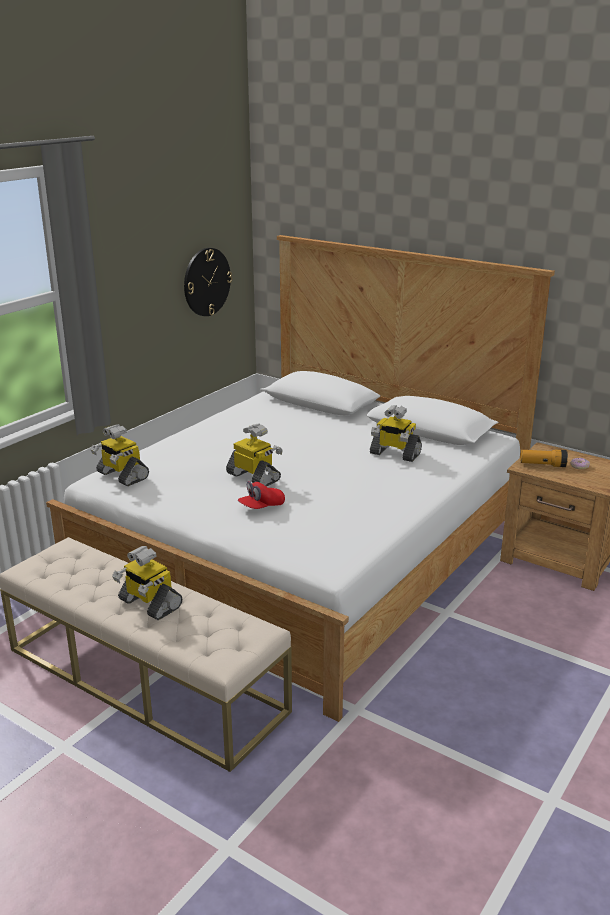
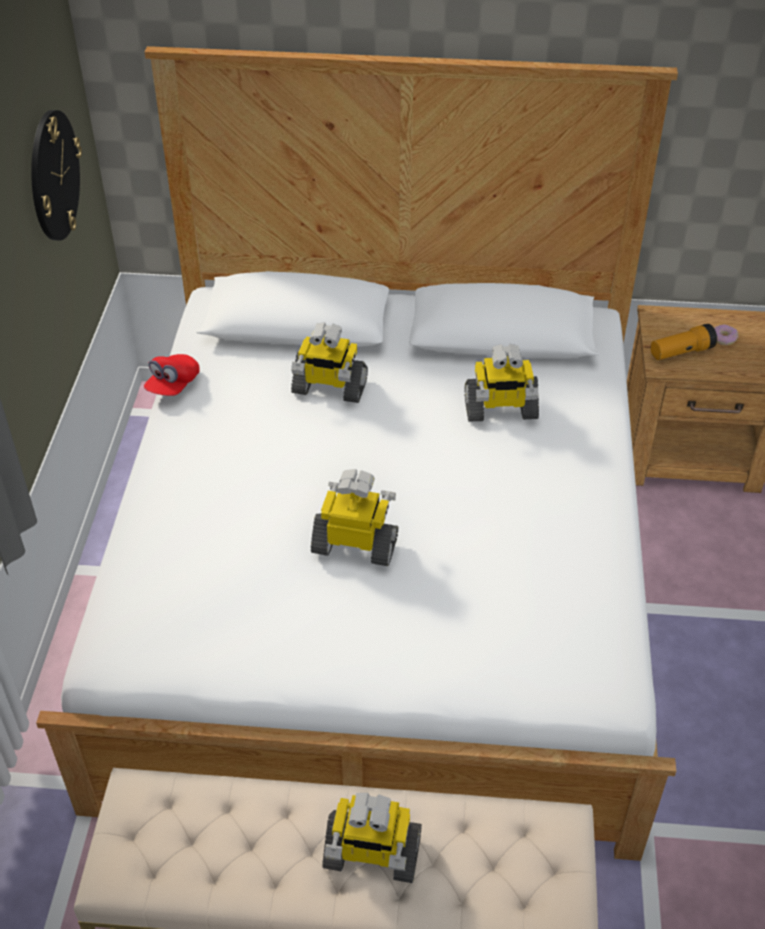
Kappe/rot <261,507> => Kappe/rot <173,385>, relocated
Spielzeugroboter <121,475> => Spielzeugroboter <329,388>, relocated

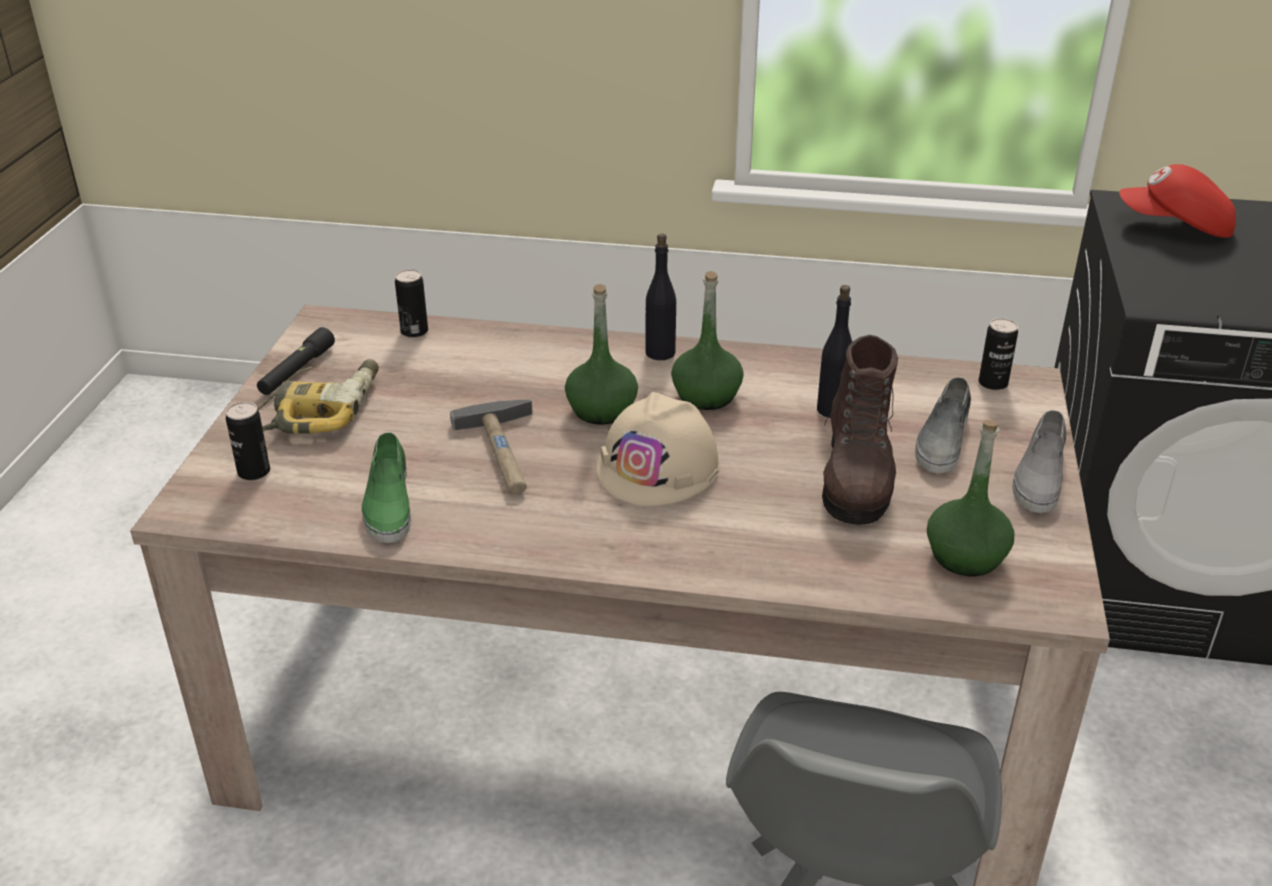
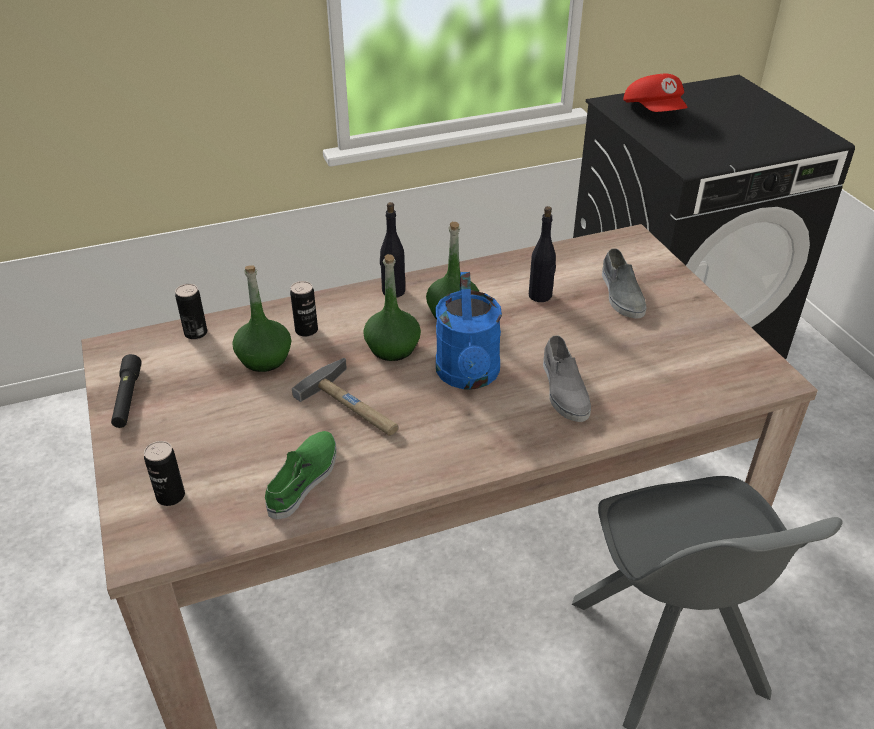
Flasche/grün <965,556> => Flasche/grün <264,358>, relocated
Schuh/grün <388,503> => Schuh/grün <304,479>, 120 degrees counterclockwise
Dose <993,383> => Dose <306,330>, relocated
Schutzhelm/beige <658,467> => Gießkanne/blau <469,376>
Schuh/grau <1039,476> => Schuh/grau <564,389>, relocated
Kappe/rot <1175,227> => Kappe/rot <654,112>, 90 degrees counterclockwise
Bohrmaschine <320,408> => nothing
Stiefel/braun <856,479> => nothing

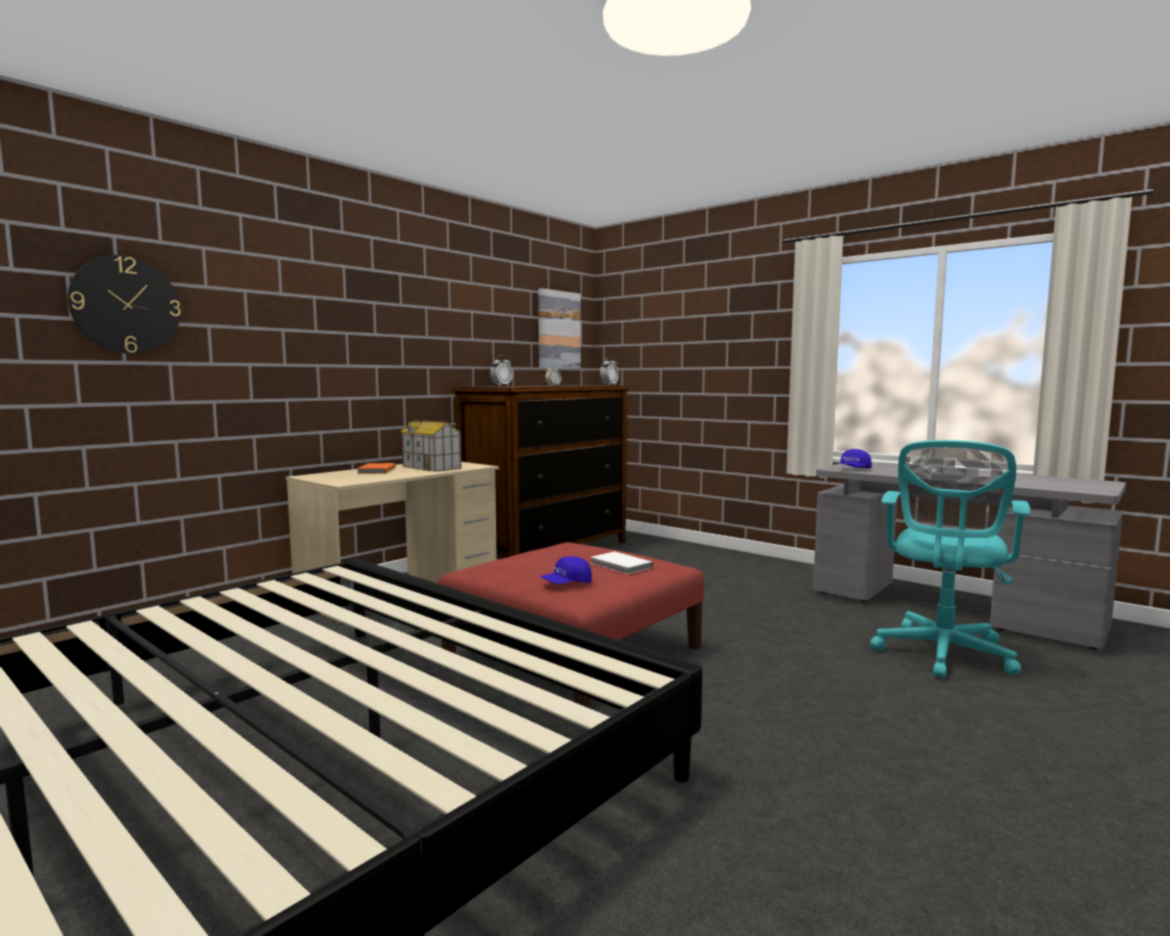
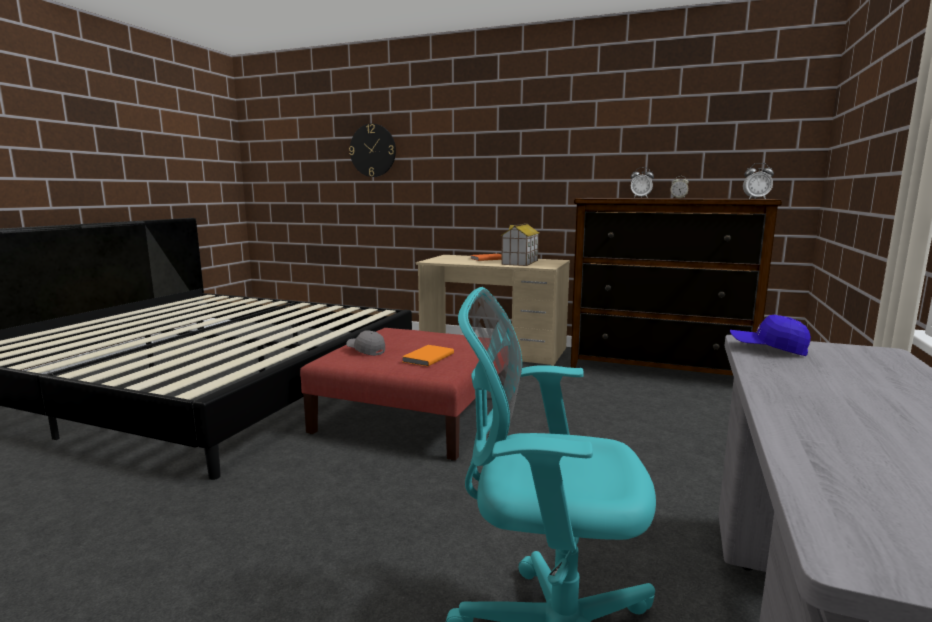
Kappe/blau <566,584> => Kappe/grau <366,351>
Buch/weiß <620,565> => Buch/orange <427,357>
Bild <558,330> => nothing

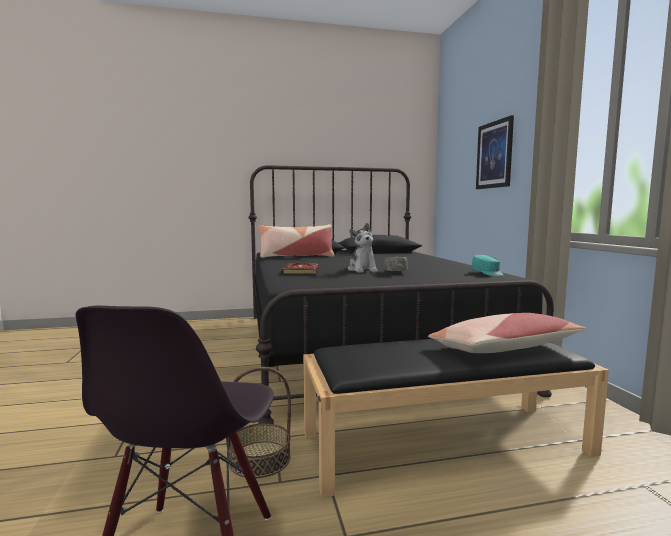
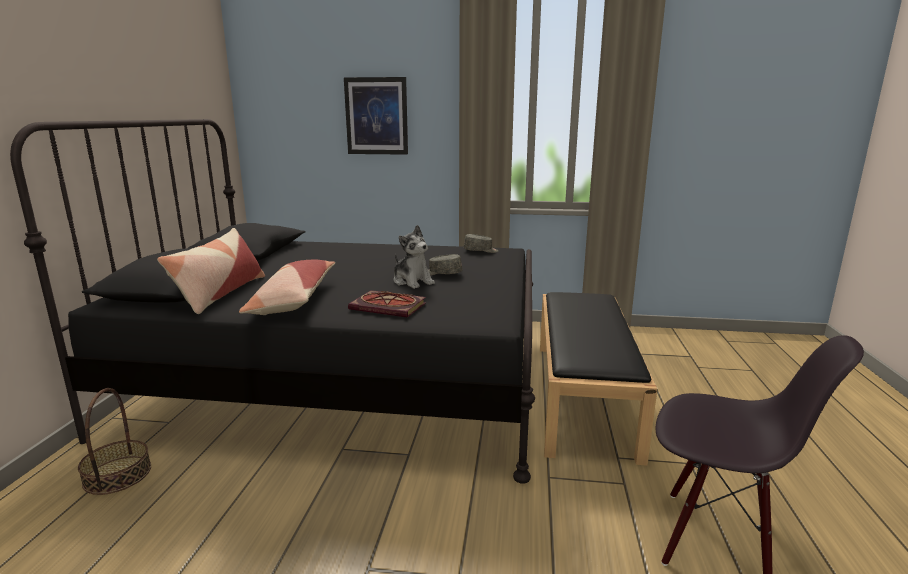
Korb <259,459> => Korb <117,475>, relocated
Kissen <504,349> => Kissen <293,300>, relocated
Plüschtier <362,270> => Plüschtier <412,281>, 45 degrees clockwise
Kappe/türkis <487,273> => Kappe/grau <481,251>

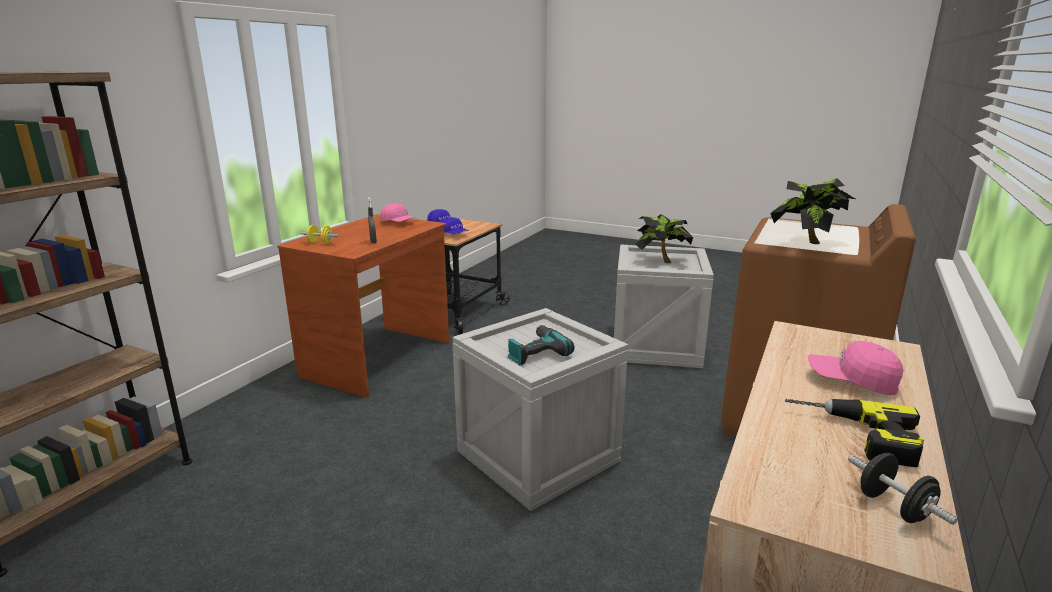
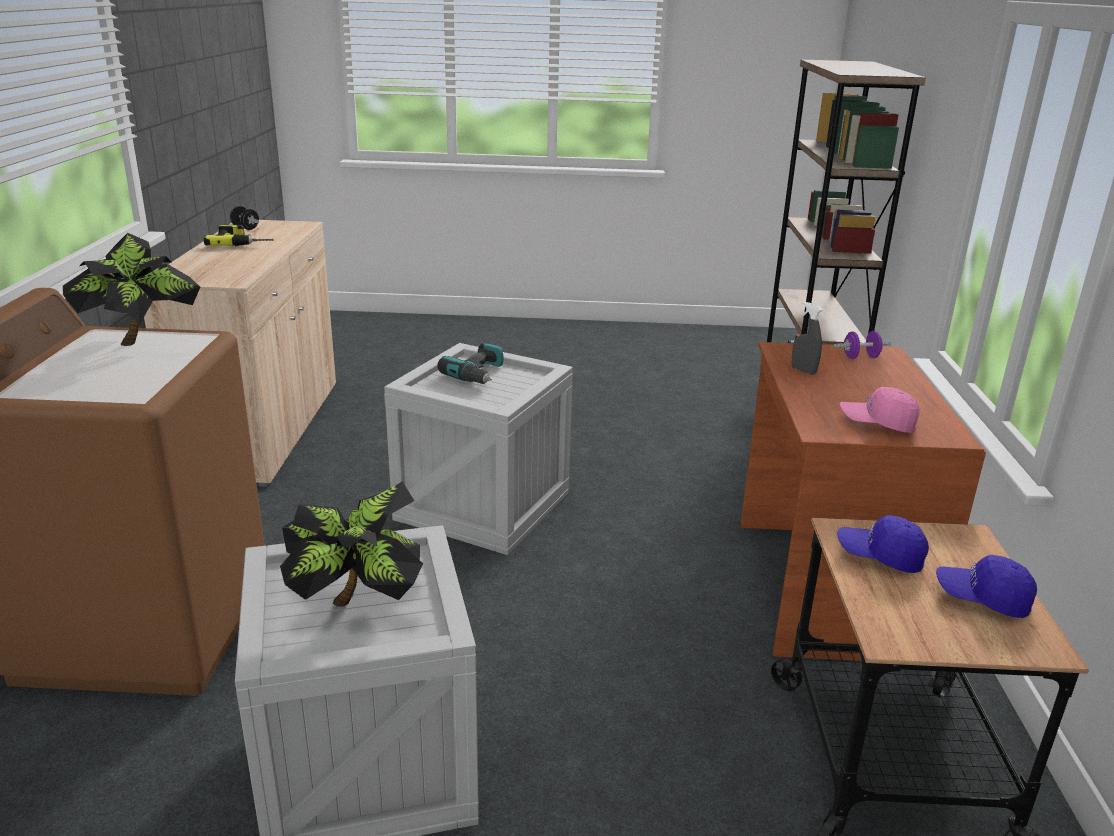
Hantel/gelb <320,243> => Hantel/lila <860,357>
Kappe/rosa <851,381> => nothing

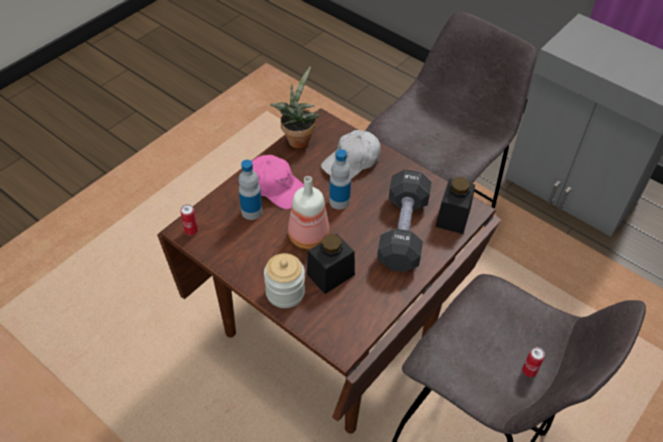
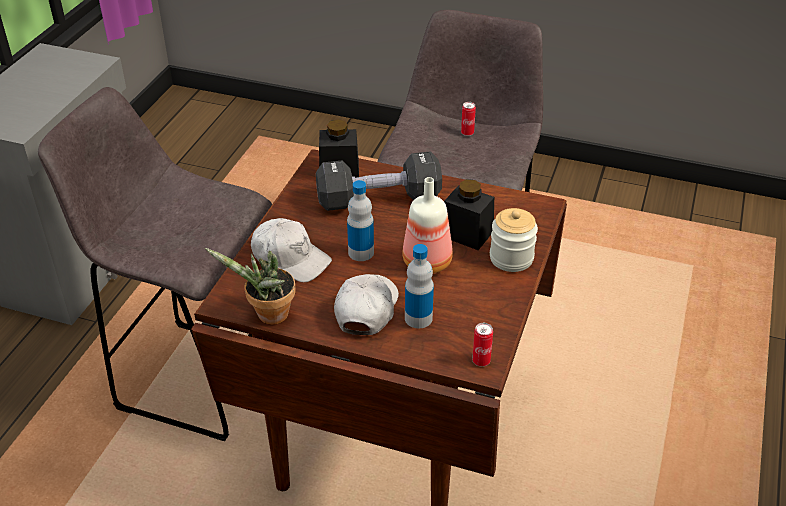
Kappe/rosa <276,187> => Kappe/weiß <366,309>

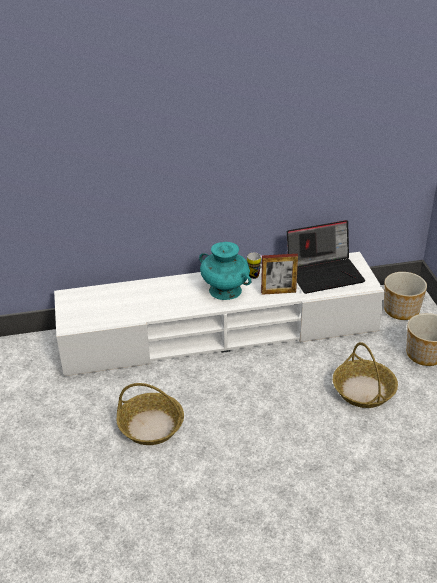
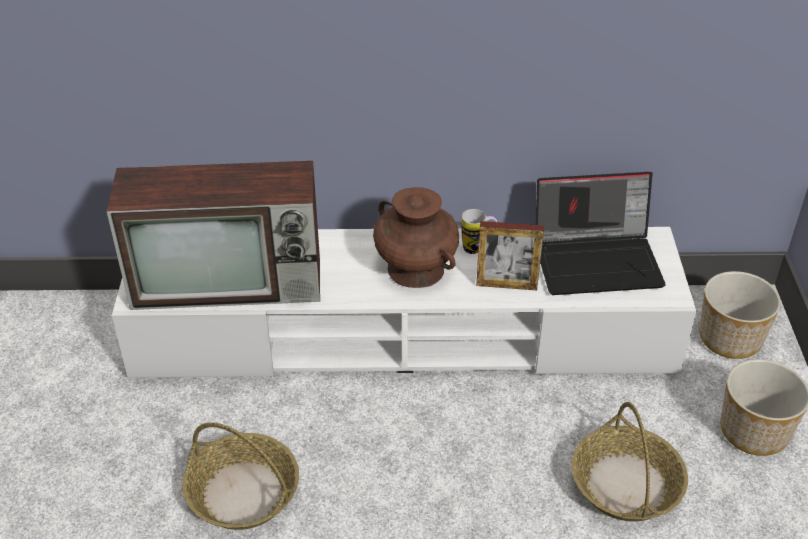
nothing => Fernseher <231,282>
Vase/türkis <225,290> => Vase/braun <415,269>

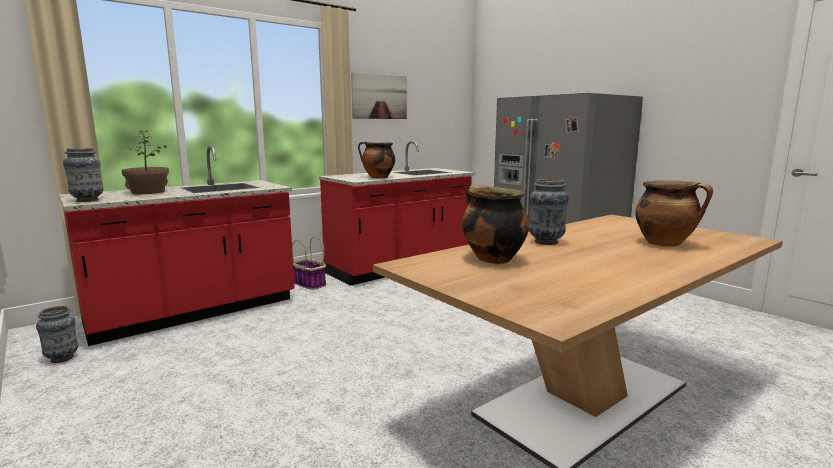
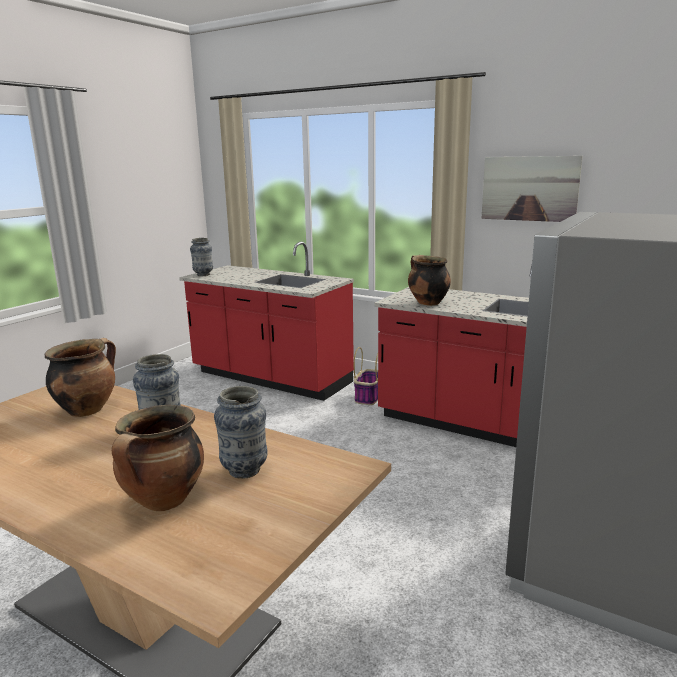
Vase <62,358> => Vase <244,470>, relocated
Topfpflanze <148,192> => nothing

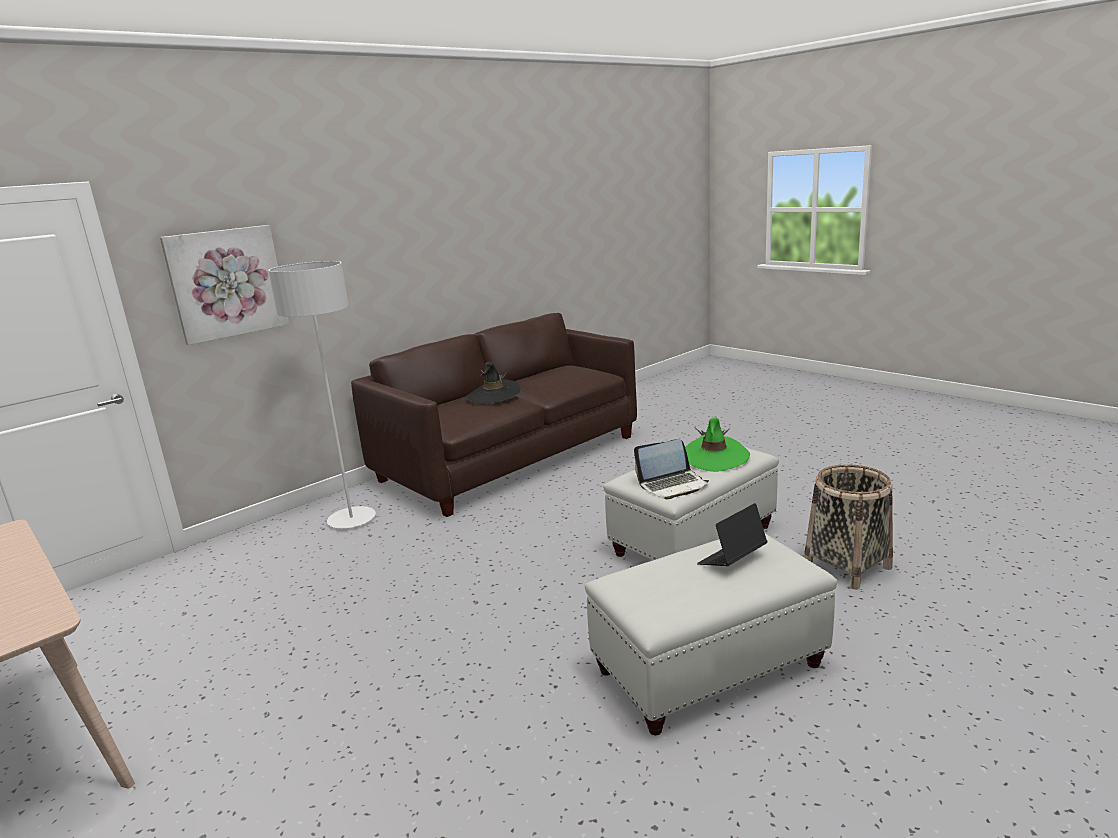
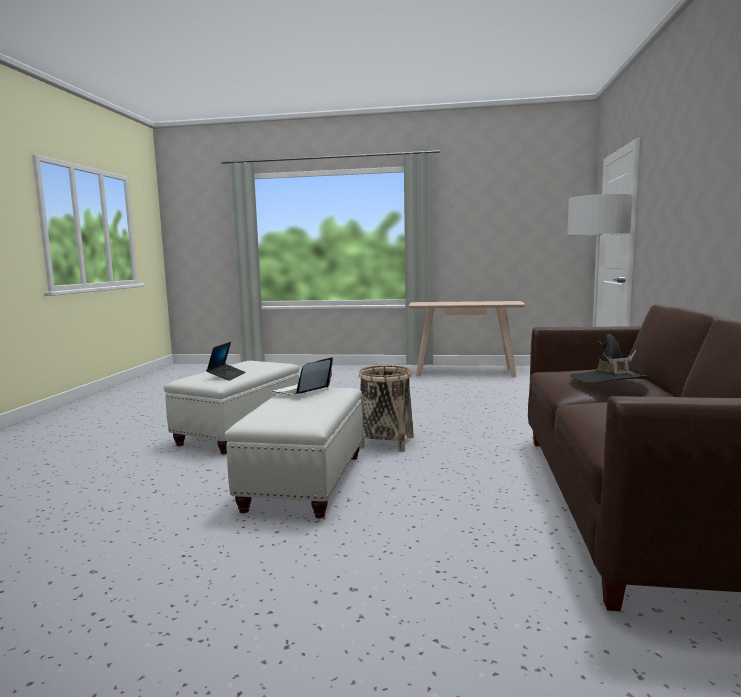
Korb <847,566> => Korb <386,442>, relocated
Bild <227,283> => nothing
Hut/grün <714,458> => nothing

